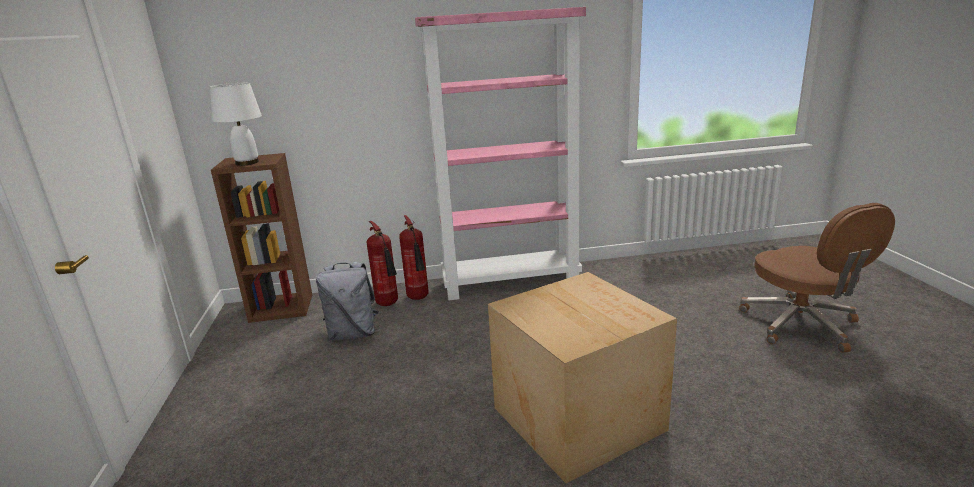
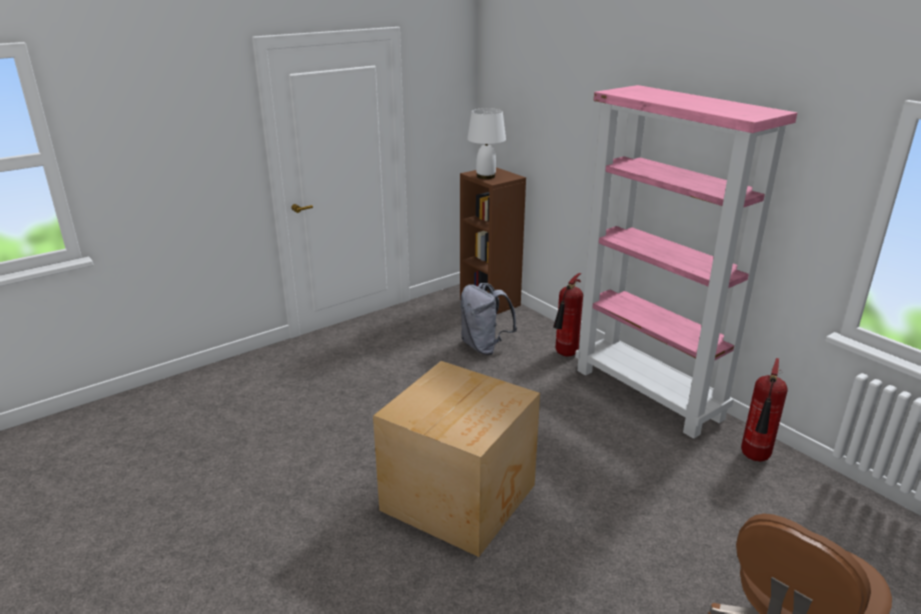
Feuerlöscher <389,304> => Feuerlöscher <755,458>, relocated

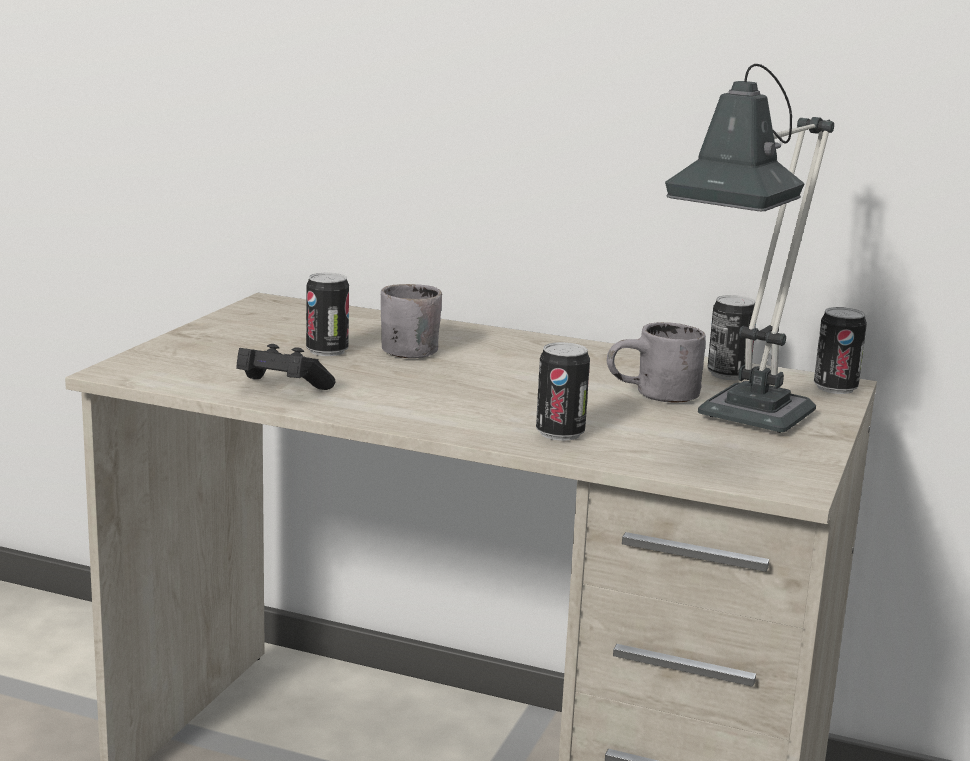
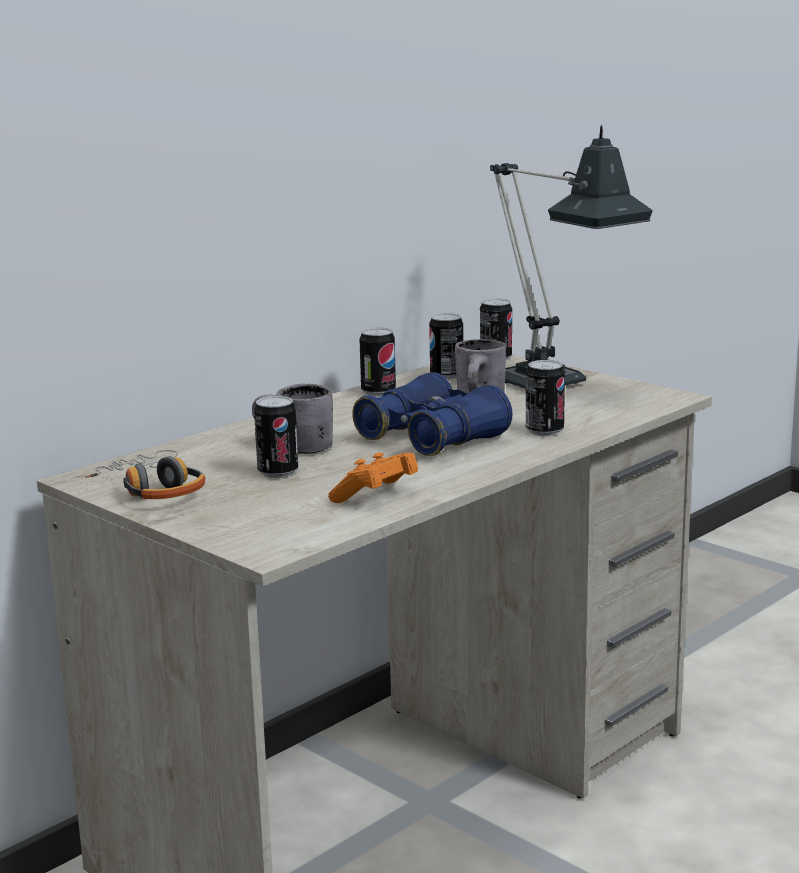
nothing => Kopfhörer <153,490>
Gamepad/schwarz <280,389> => Gamepad/orange <376,496>
nothing => Fernglas/blau <432,438>
nothing => Dose <378,392>

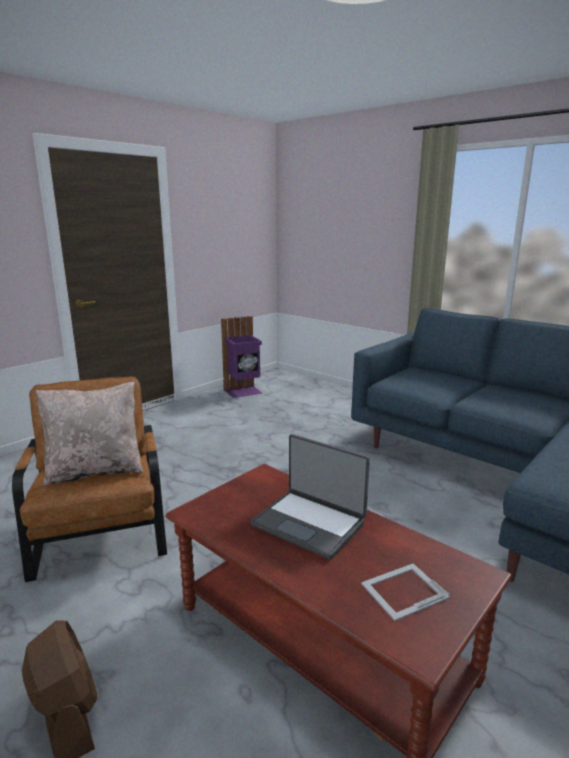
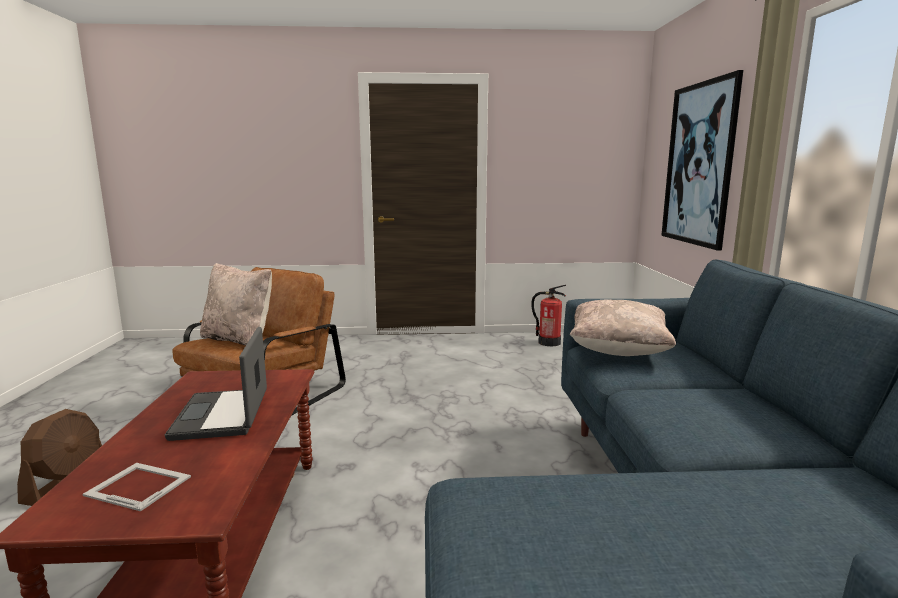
Mülleimer/lila <244,391> => Feuerlöscher <548,342>
nothing => Kissen/beige <618,351>
nothing => Bild <698,164>

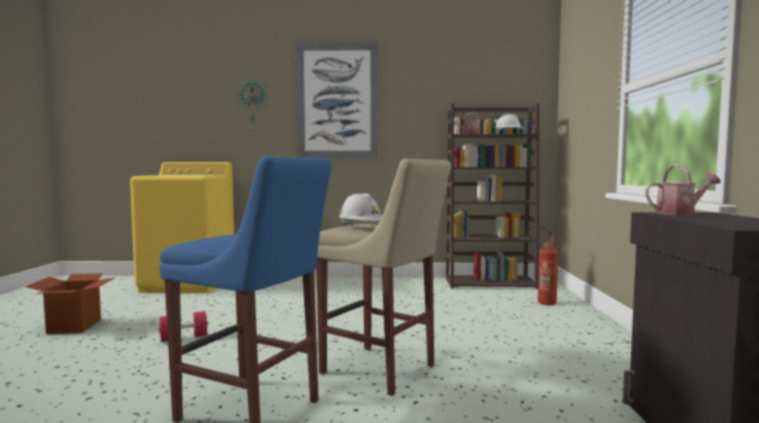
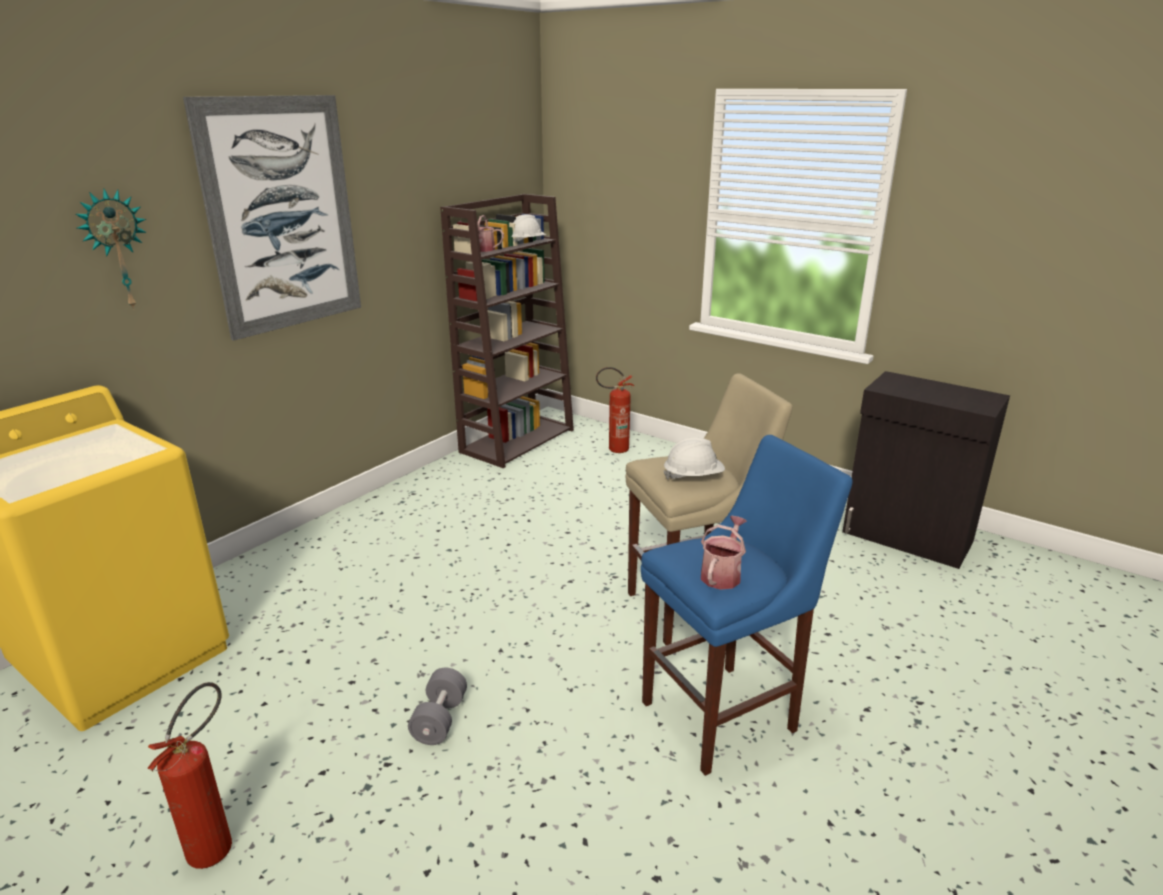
Karton <74,326> => Feuerlöscher <219,842>
Hantel/rot <183,338> => Hantel/grau <439,720>
Gießkanne <680,213> => Gießkanne <722,574>, relocated

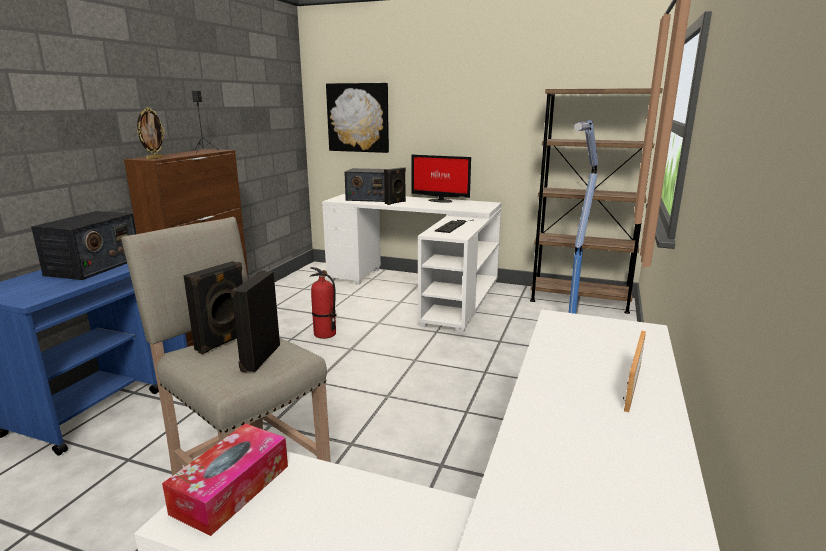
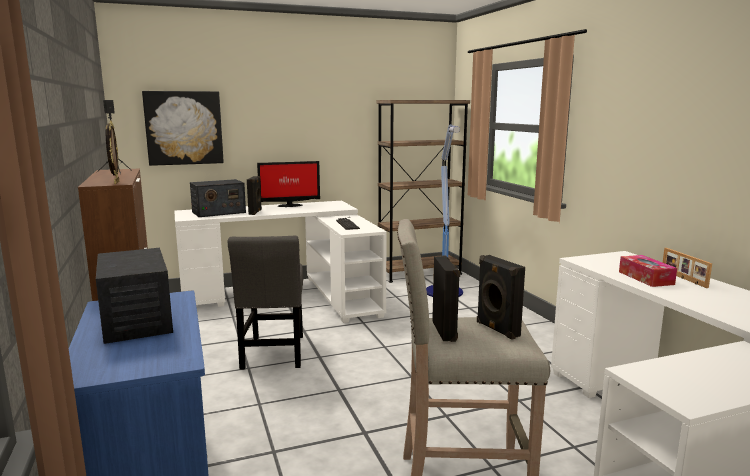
Feuerlöscher <324,334> => Stuhl/grau <273,354>
Taschentuchbox <231,489> => Taschentuchbox <645,278>, relocated

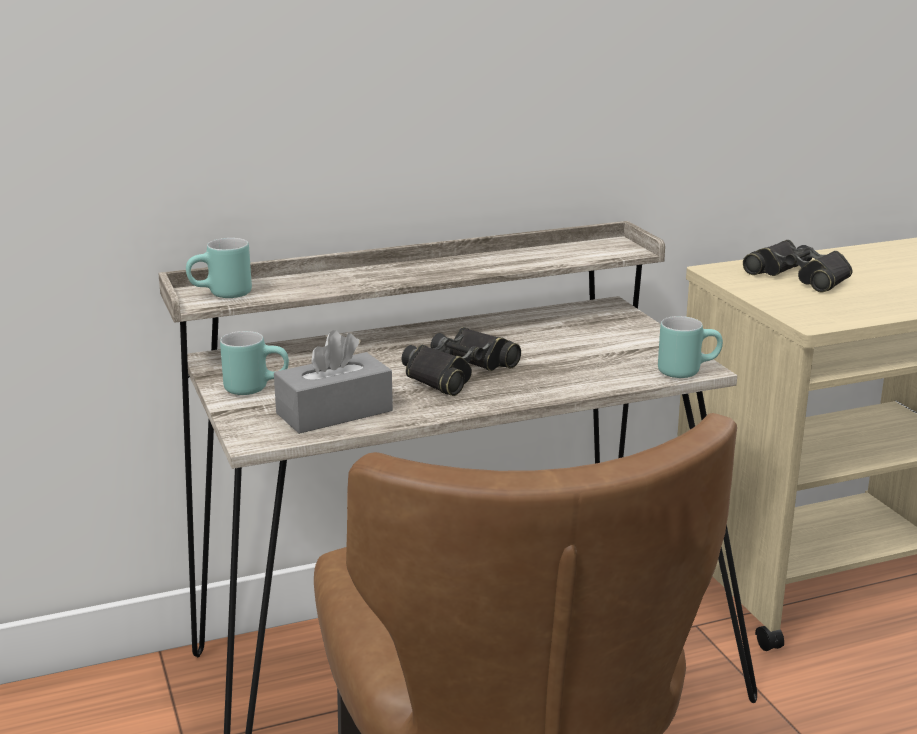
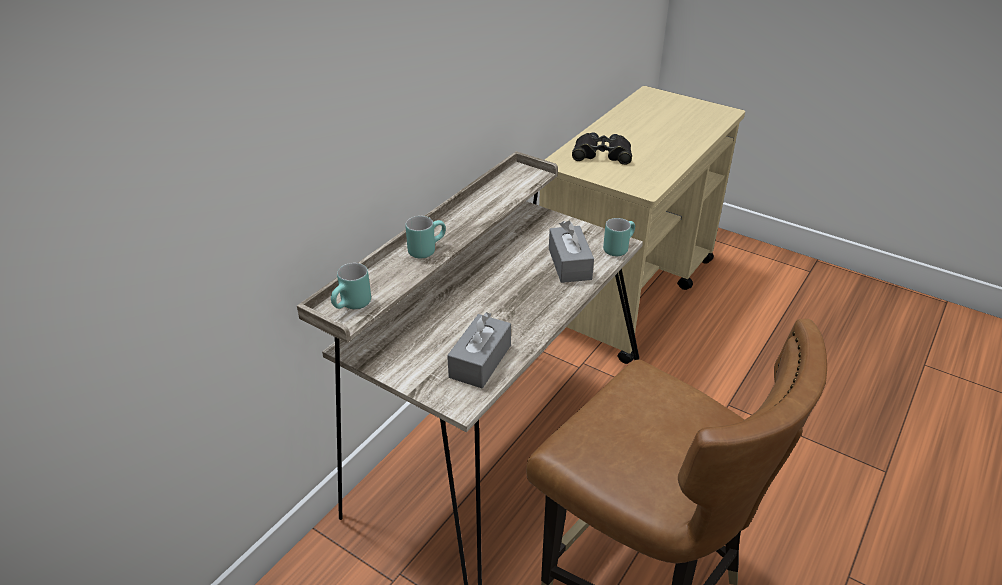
Henkelbecher/türkis <256,387> => Henkelbecher/türkis <426,249>, relocated
nothing => Taschentuchbox/grau <569,264>
Fernglas/schwarz <457,372> => nothing

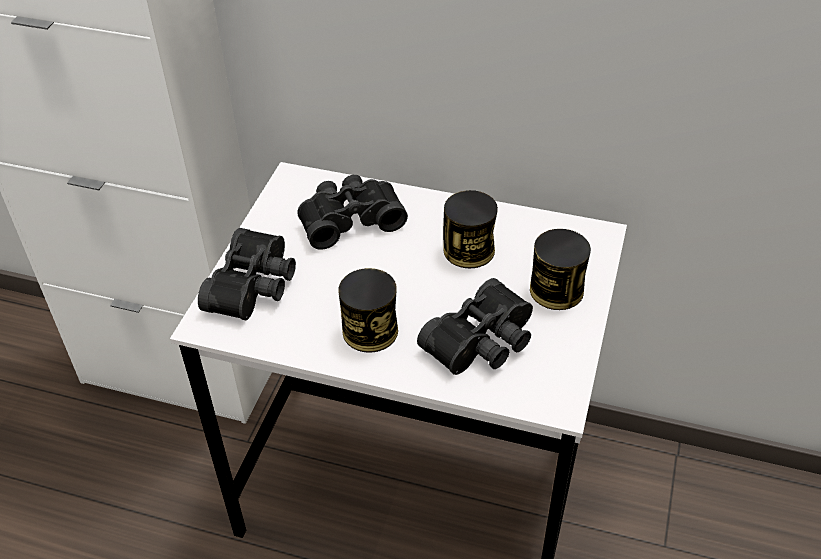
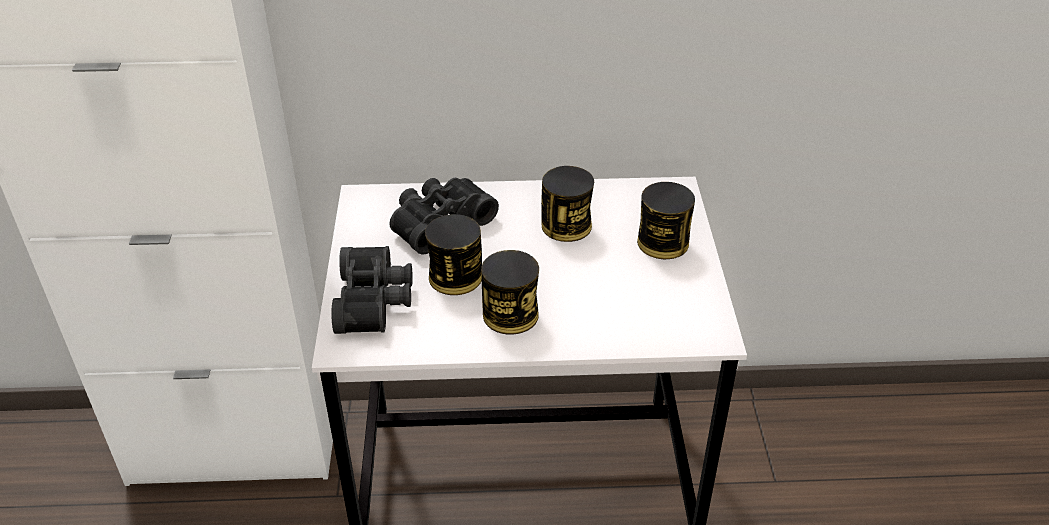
nothing => Dose <455,277>
Fernglas/schwarz <483,343> => nothing

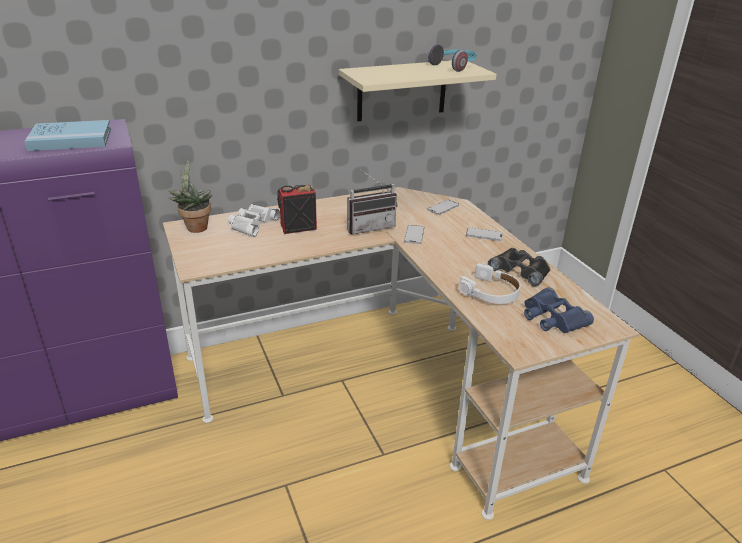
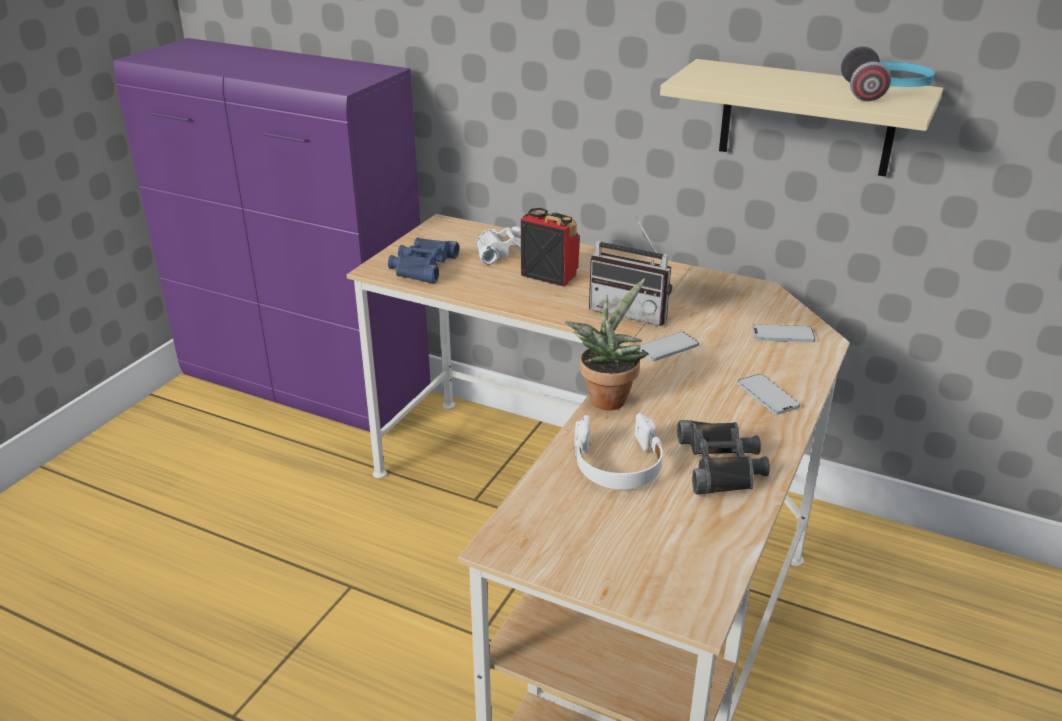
Fernglas/blau <552,317> => Fernglas/blau <422,267>, relocated
Topfpflanze <195,227> => Topfpflanze <607,397>, relocated
Buch/blau <71,139> => nothing

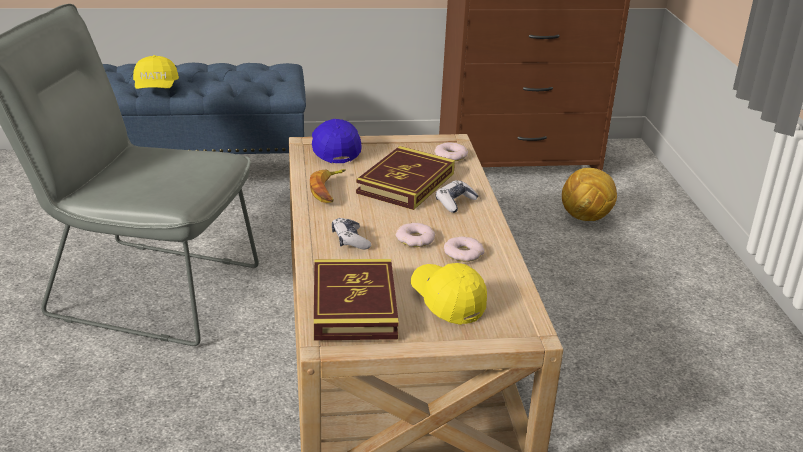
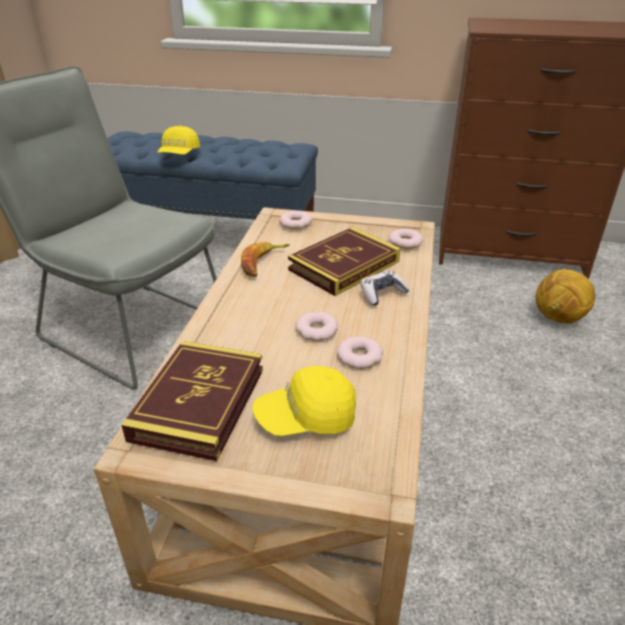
Kappe/gelb <447,301> => Kappe/gelb <306,418>, 90 degrees counterclockwise
Kappe/blau <334,149> => Donut <295,223>
Gamepad <350,240> => nothing

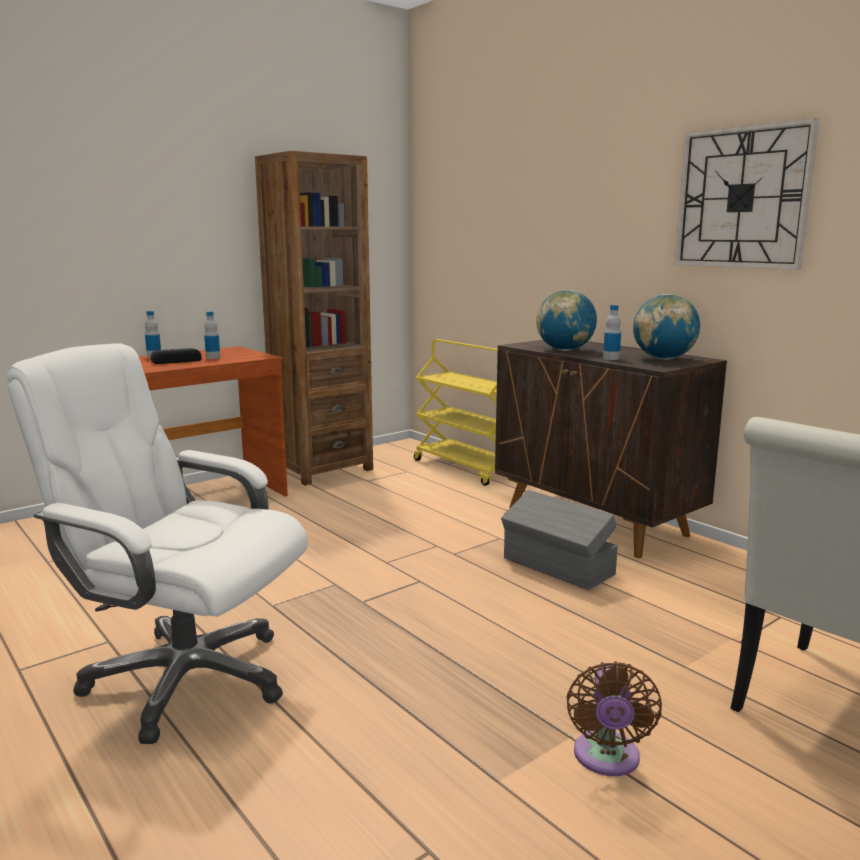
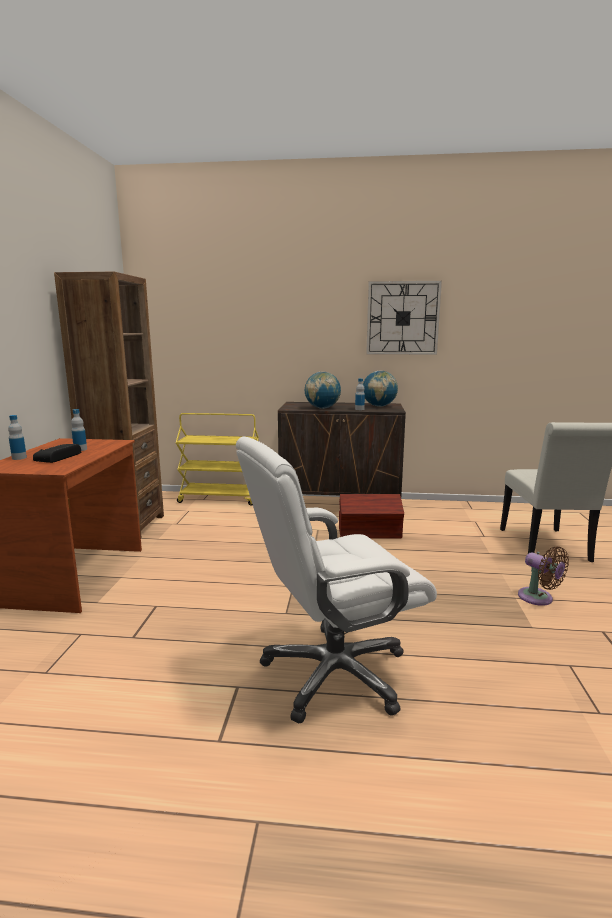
Aufbewahrungsbox/grau <558,567> => Aufbewahrungsbox/braun <370,533>

